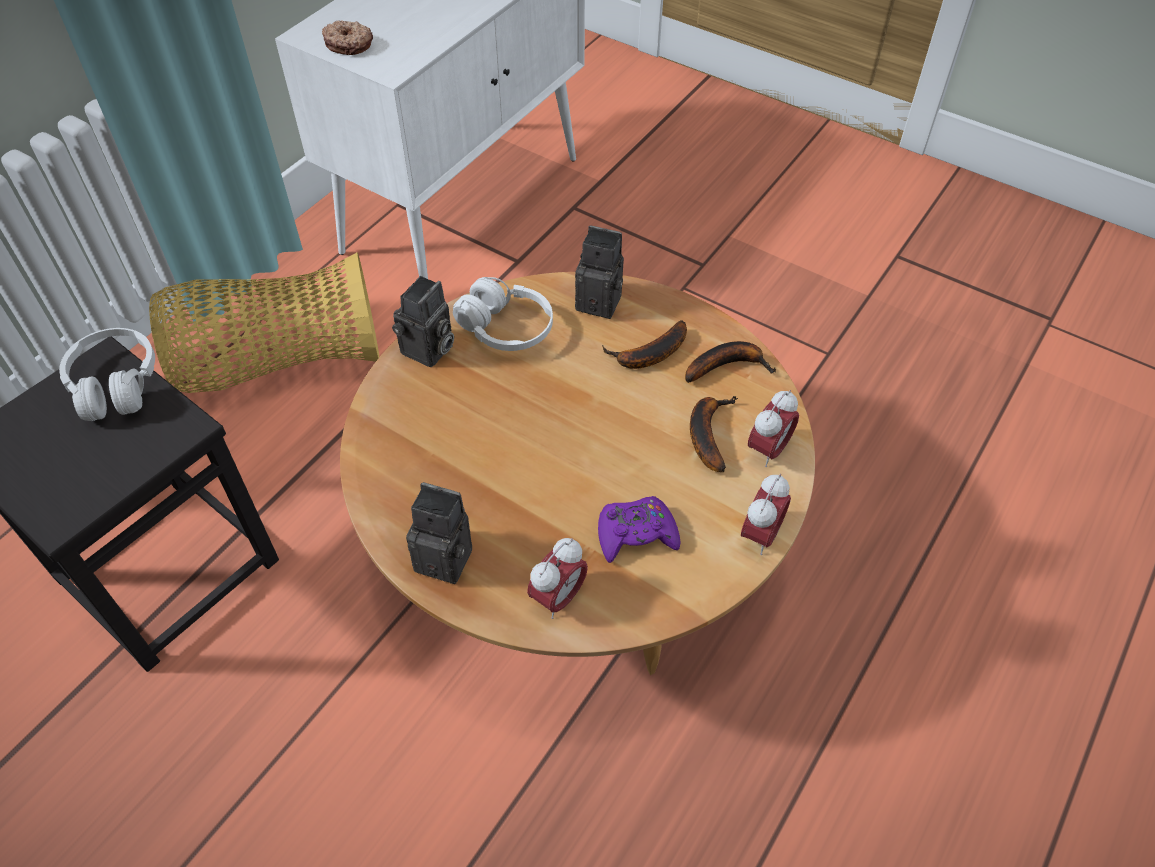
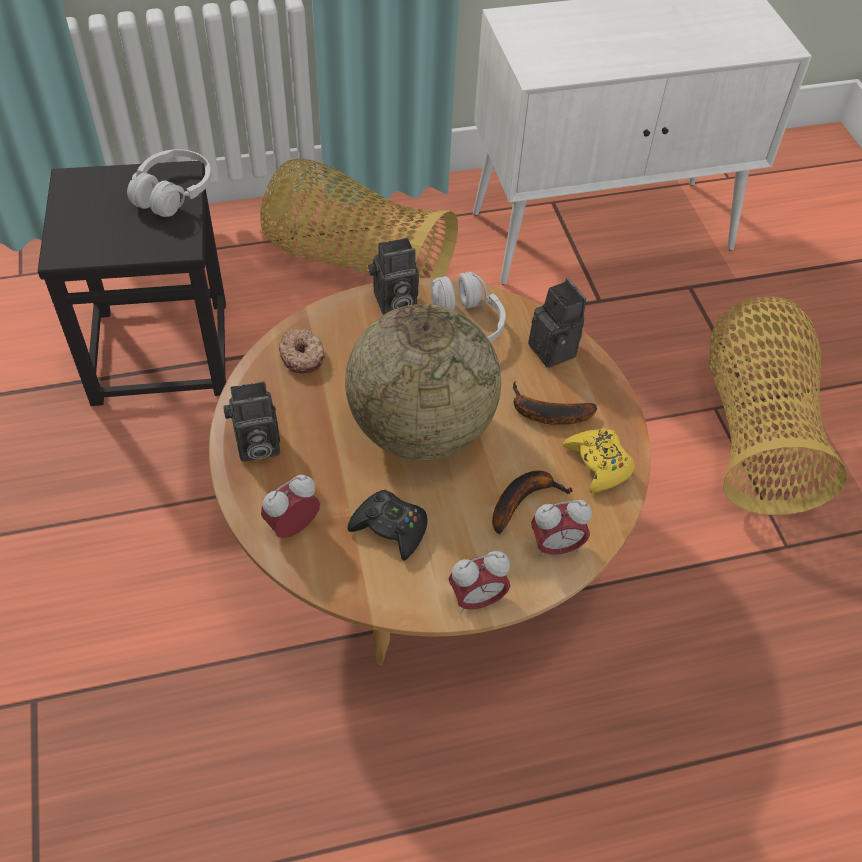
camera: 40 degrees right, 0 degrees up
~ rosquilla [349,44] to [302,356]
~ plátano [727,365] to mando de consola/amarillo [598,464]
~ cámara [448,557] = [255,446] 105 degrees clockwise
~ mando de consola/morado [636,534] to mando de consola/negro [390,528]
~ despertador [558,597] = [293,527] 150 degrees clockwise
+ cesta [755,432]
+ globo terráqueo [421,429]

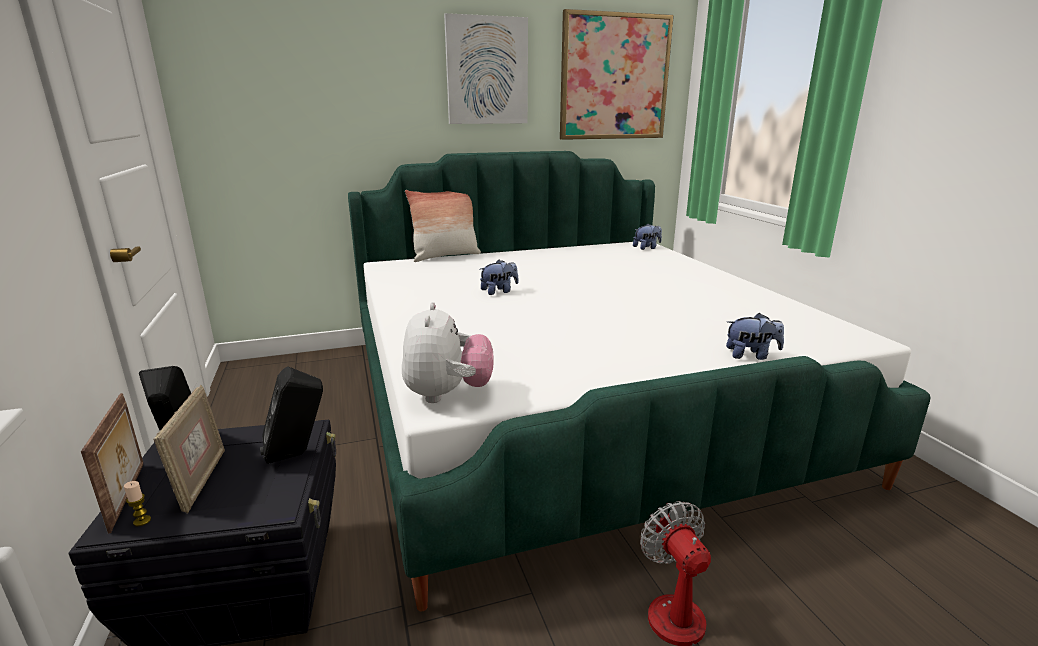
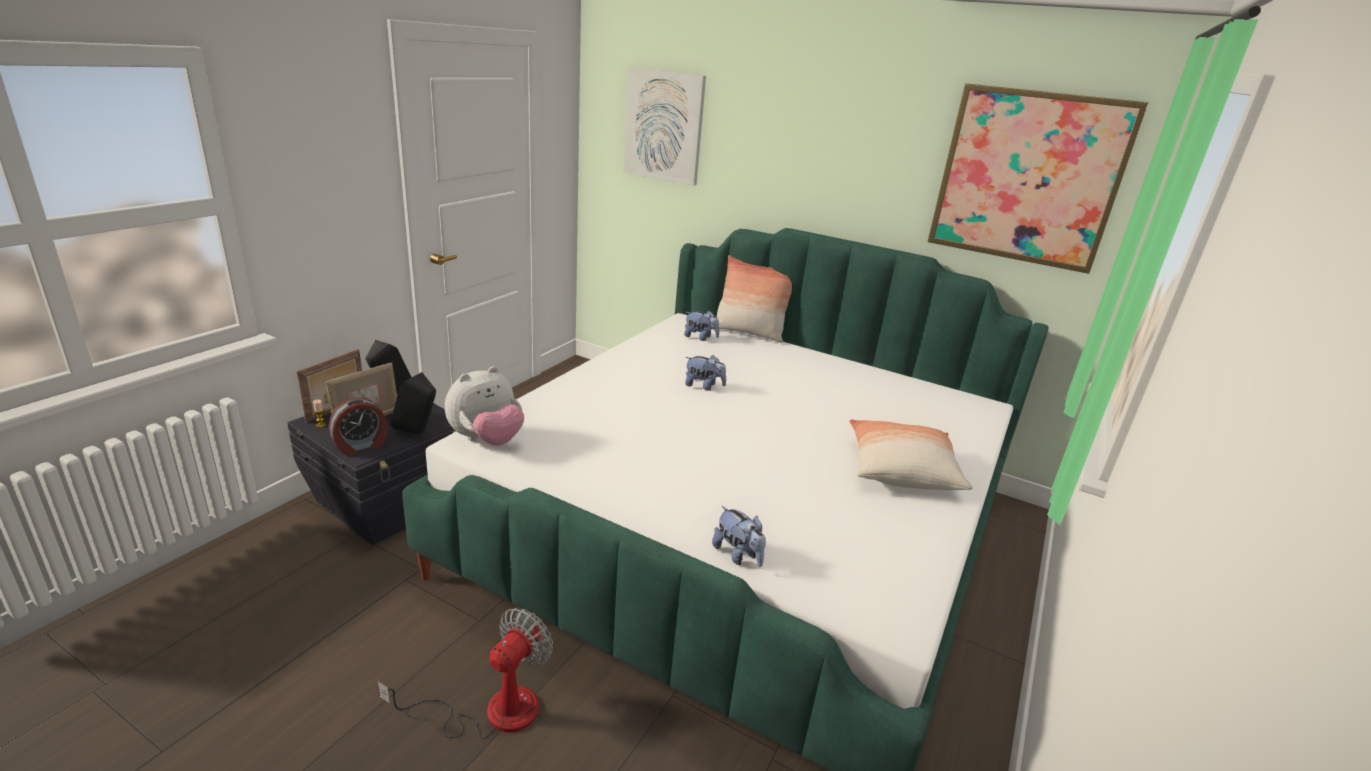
camera: 45 degrees right, 5 degrees up
~ cuadro [487,71] to [664,126]
~ peluche [647,248] to [700,338]
+ despertador [361,446]
+ cojín [900,470]

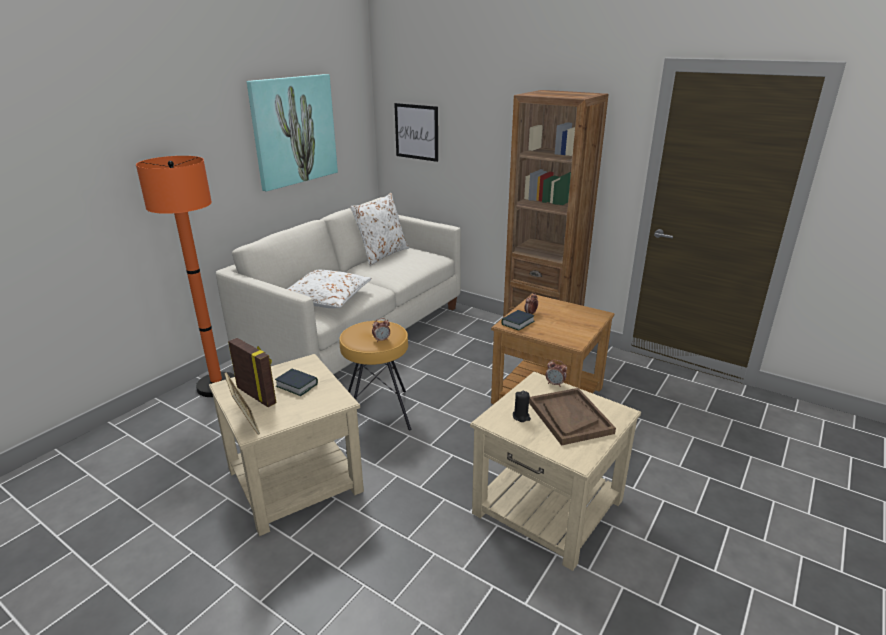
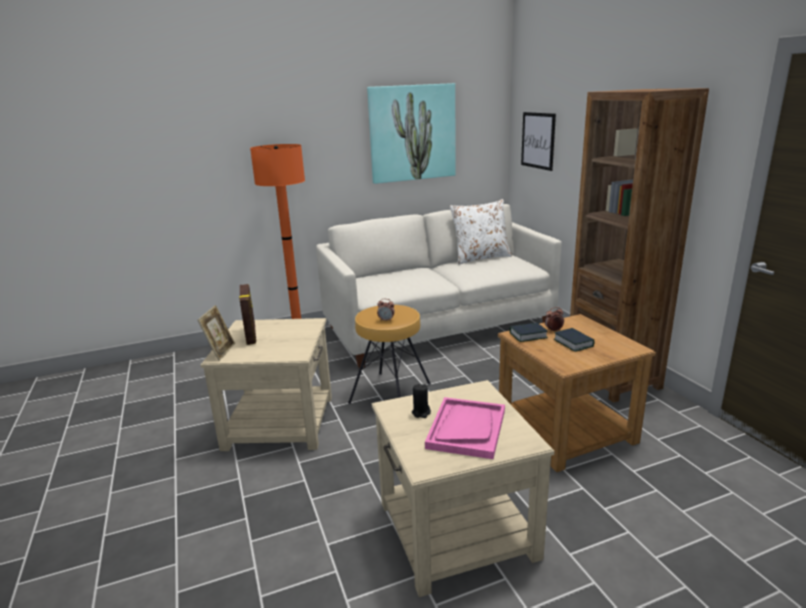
camera: 35 degrees right, 5 degrees down
- cojín/blanco [325,298]
- despertador [555,384]
~ libro [297,385] to [573,343]
~ bandeja/marrón [569,417] to bandeja/rosa [466,429]

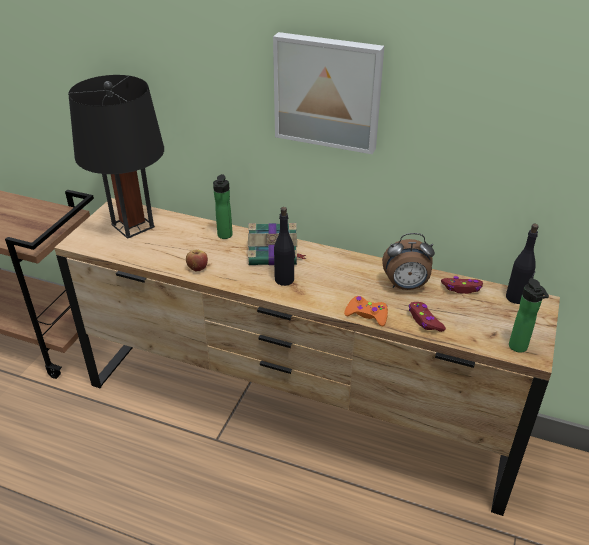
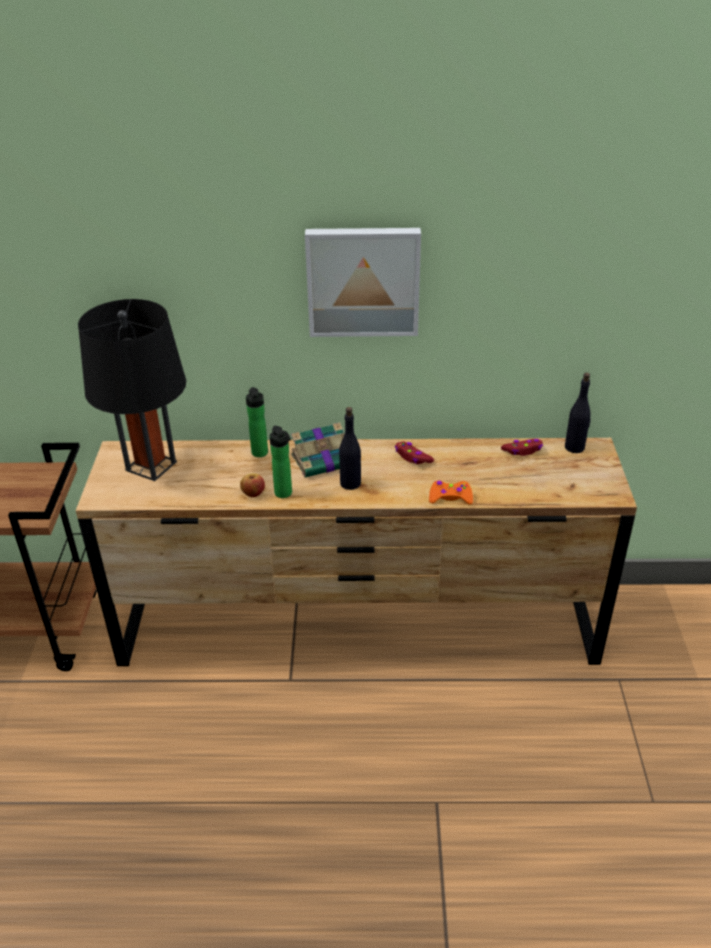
camera: 20 degrees left, 0 degrees up
- despertador [406,286]
~ botella [519,348] to [284,494]
~ mando de consola/rojo [424,321] to [412,457]

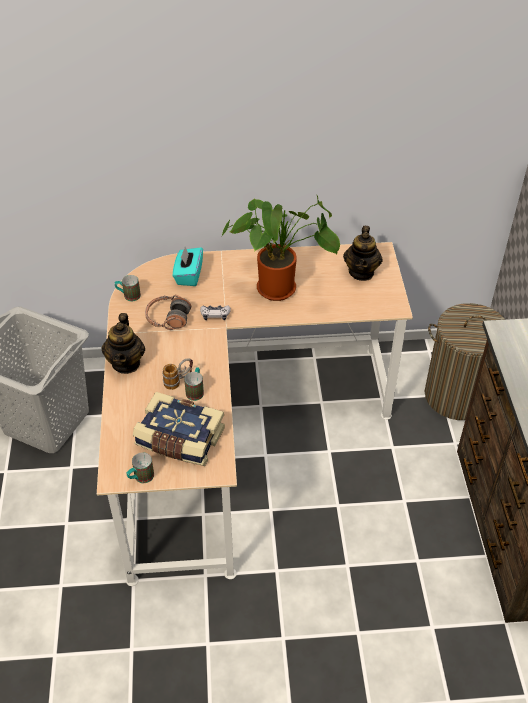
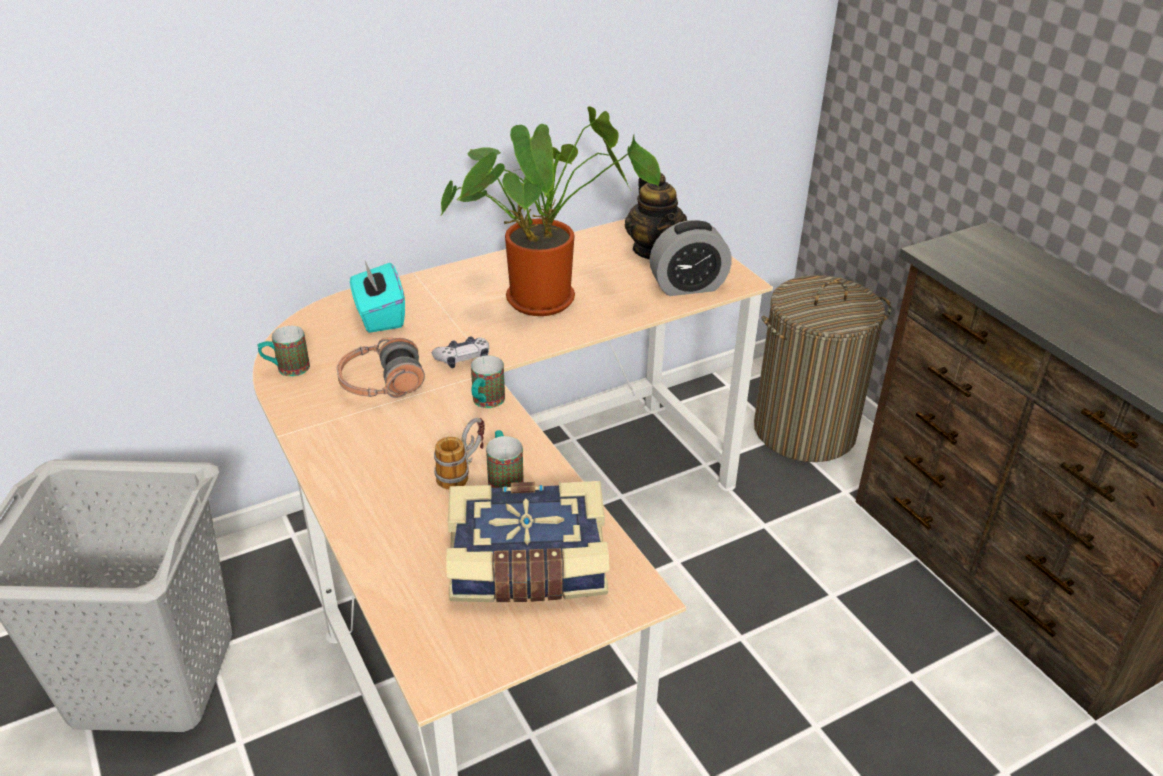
camera: 25 degrees left, 10 degrees down
- tetera [126,363]
~ taza grande [140,478] to [485,403]
+ despertador [688,286]

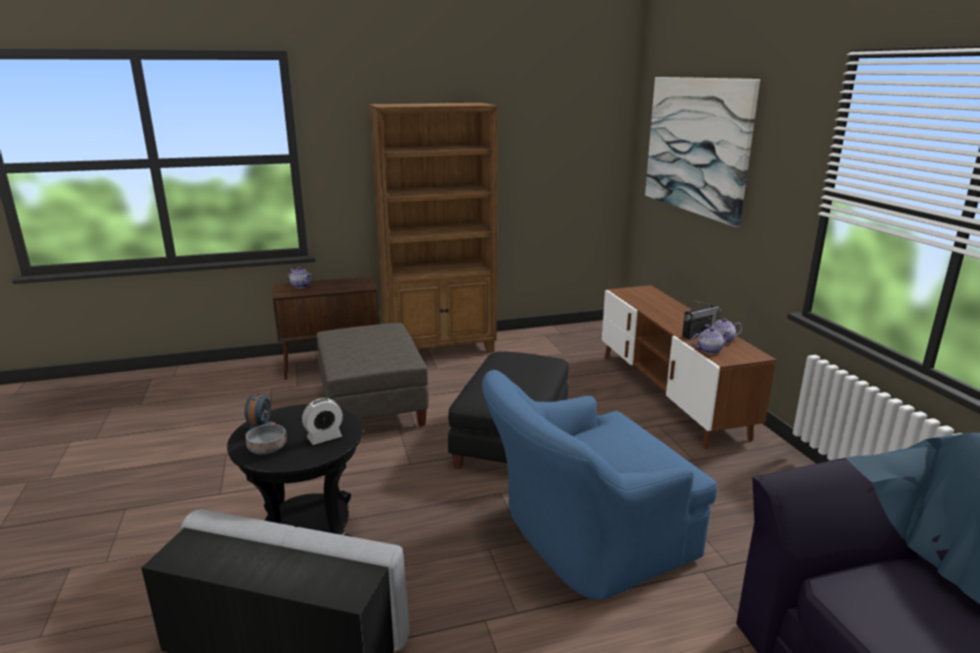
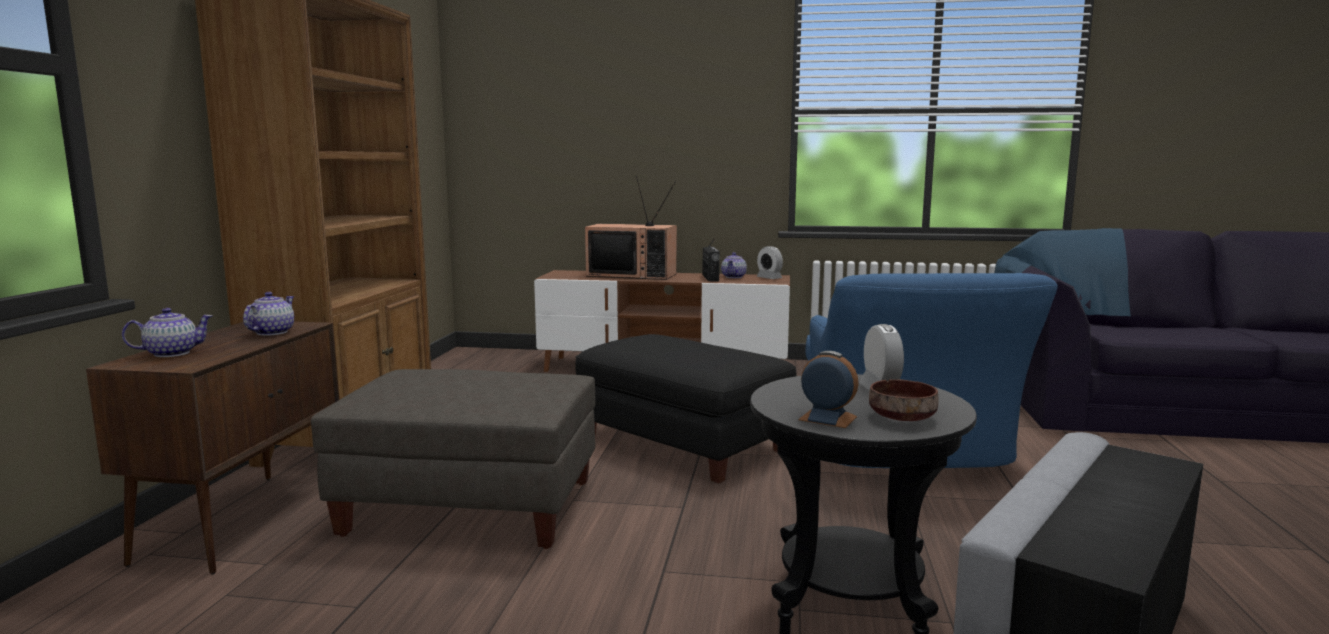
camera: 65 degrees left, 10 degrees down
- cuadro [696,145]
~ tetera [708,350] to [271,332]
~ cuenco/gris [266,449] to cuenco/marrón [902,418]
+ televisor [633,275]
+ despertador [769,278]

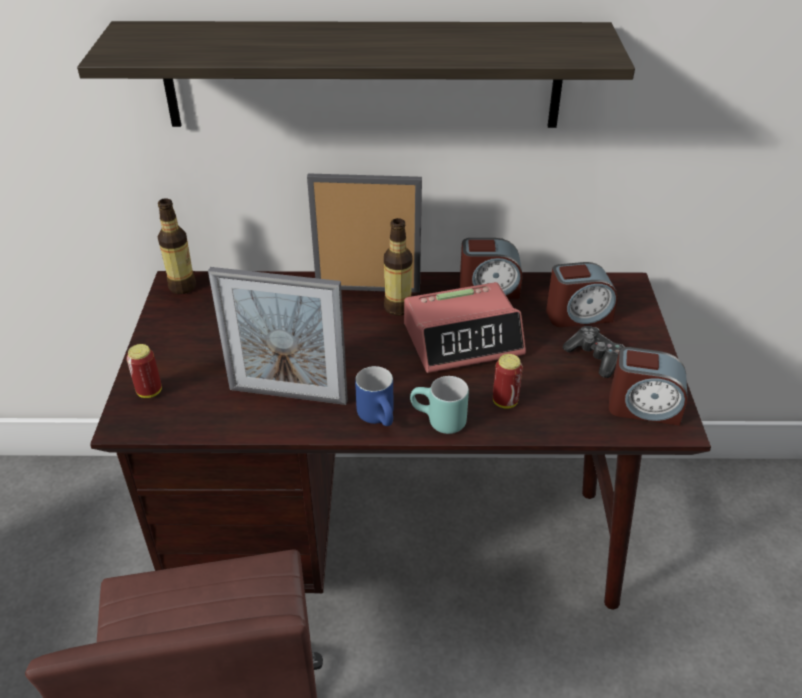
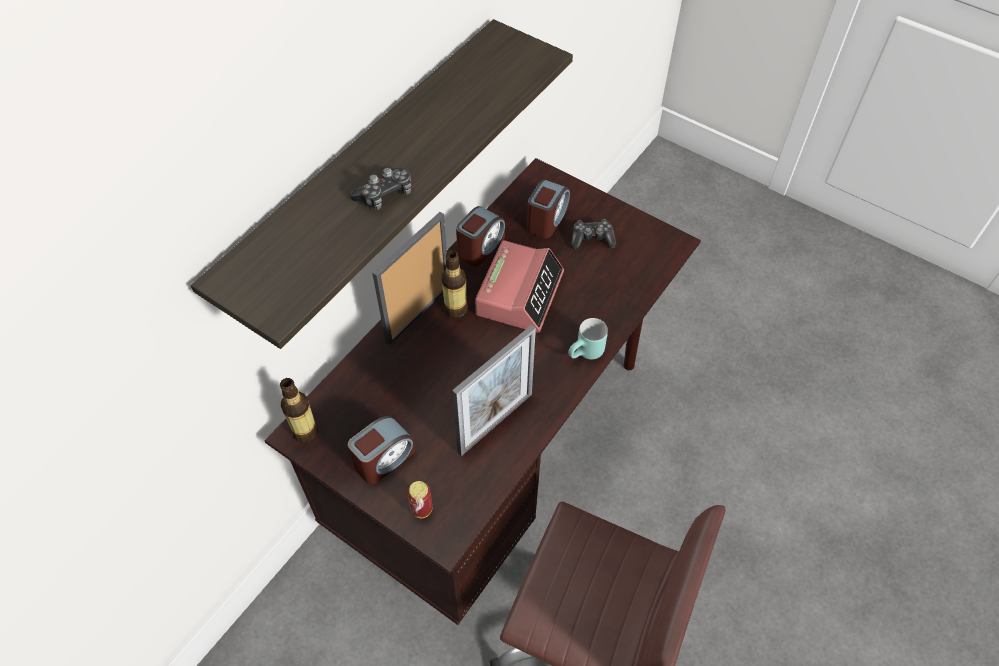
camera: 55 degrees left, 15 degrees up
~ despertador [643,407] to [384,459]
- lata [505,402]
- taza grande/azul [381,418]
+ mando de consola [385,194]

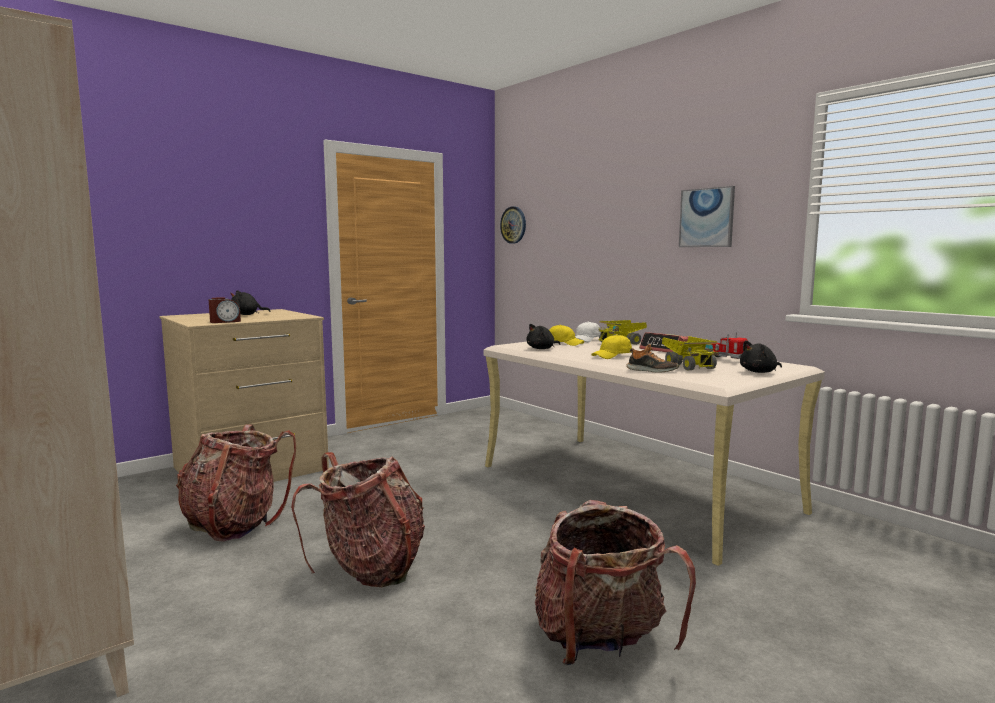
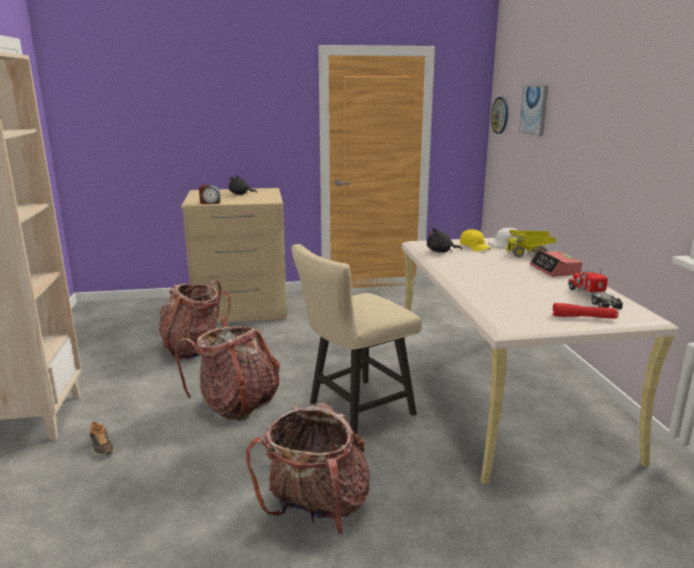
camera: 30 degrees right, 10 degrees up
~ cuadro [706,217] to [534,110]
- gorra/amarillo [612,356]
- camión de juguete [689,366]
~ peluche/negro [760,372] to linterna/rojo [584,317]
~ zapato [651,371] to [101,447]
+ silla/beis [354,410]

